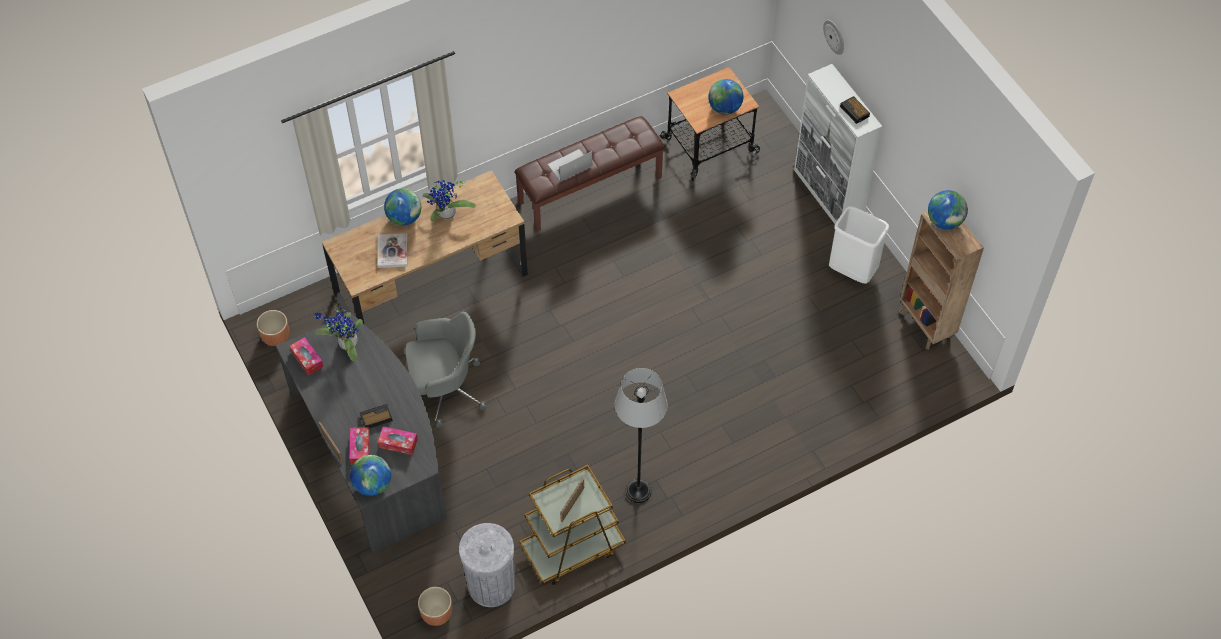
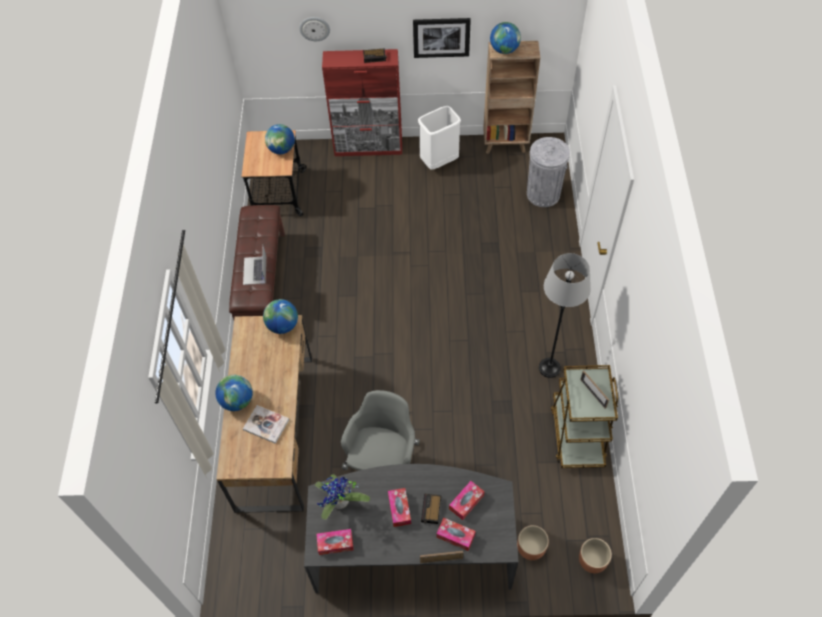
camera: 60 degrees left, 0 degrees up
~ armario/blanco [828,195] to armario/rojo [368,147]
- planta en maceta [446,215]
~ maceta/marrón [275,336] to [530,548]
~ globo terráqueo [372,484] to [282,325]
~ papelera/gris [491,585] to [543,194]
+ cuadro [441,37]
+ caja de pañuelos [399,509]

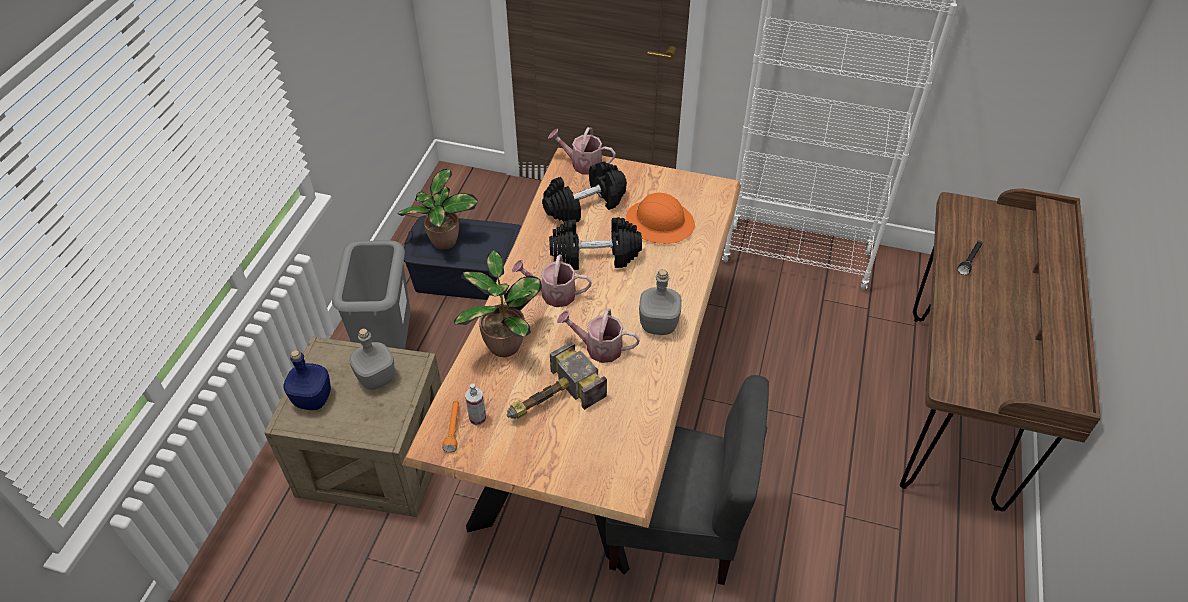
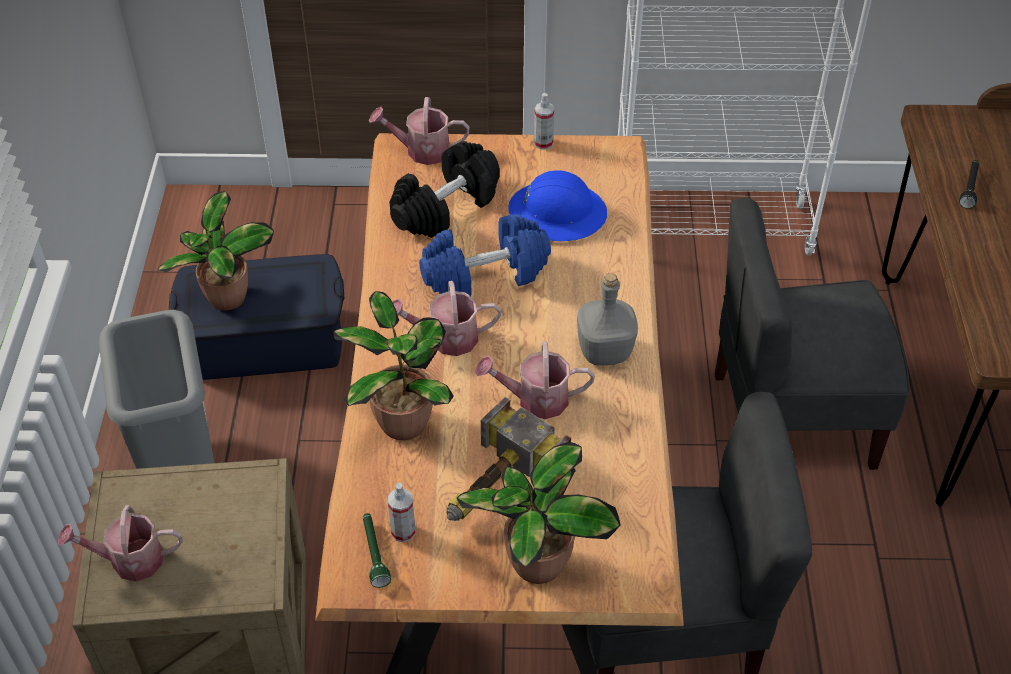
camera: 15 degrees left, 0 degrees up
~ casco/naranja [660,223] to casco/azul [557,213]
~ mancuerna/negro [595,255] to mancuerna/azul [485,274]
- botella/gris [377,378]
~ botella/azul [313,398] to regadera [129,560]
~ linterna/naranja [453,428] to linterna/verde [374,553]
+ pulverizador [543,143]
+ silla/gris [791,418]
+ planta en maceta [535,565]

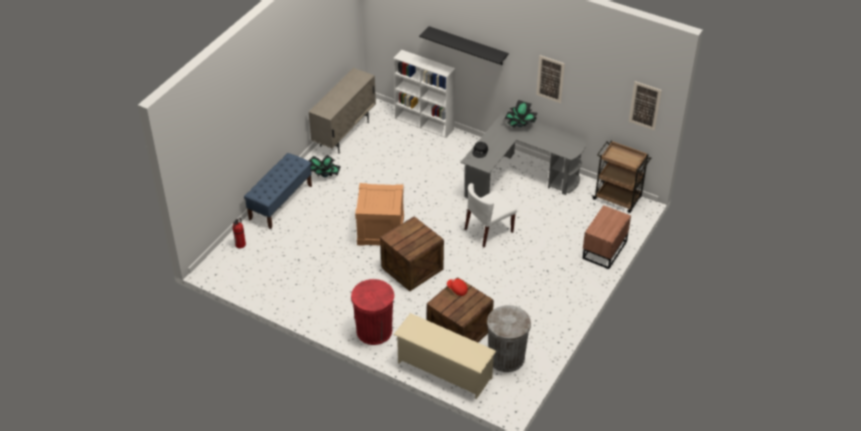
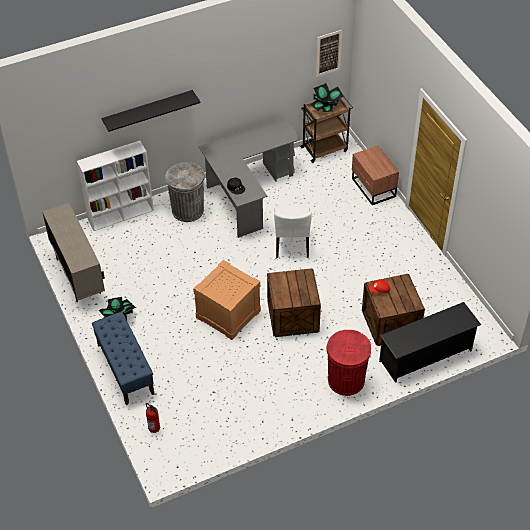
camera: 55 degrees left, 5 degrees up
- cuadro [550,79]
~ planta en maceta [520,125] to [326,108]
~ papelera/gris [506,357] to [188,210]
~ zapatero/beis [444,370] to zapatero/negro [426,356]

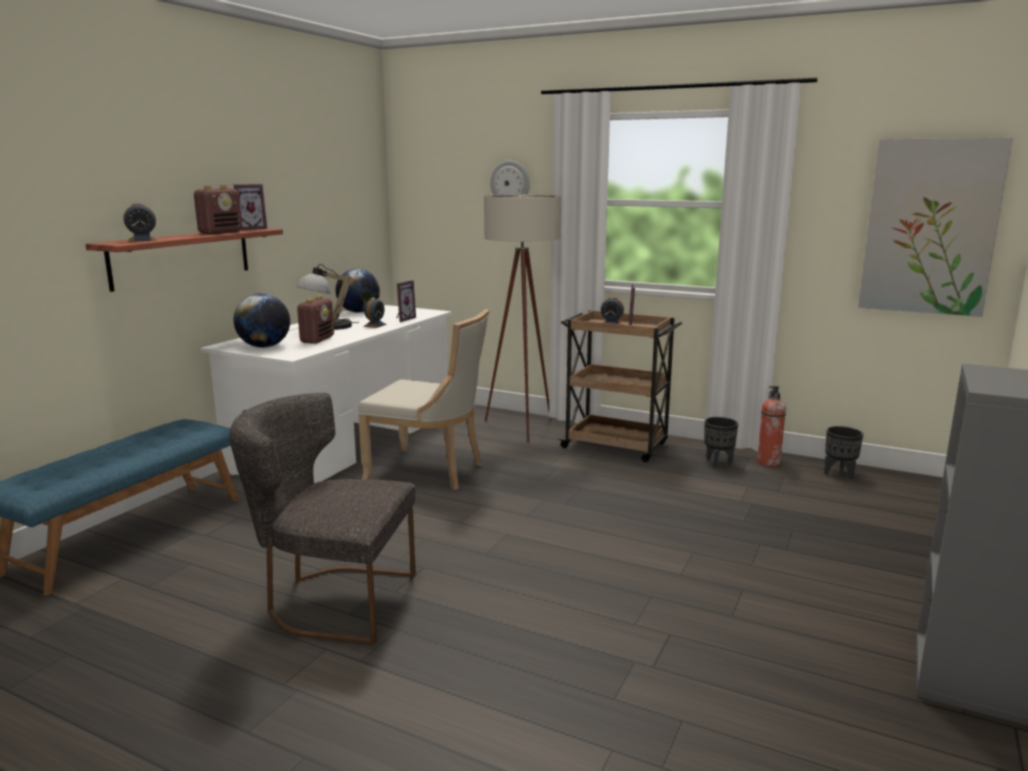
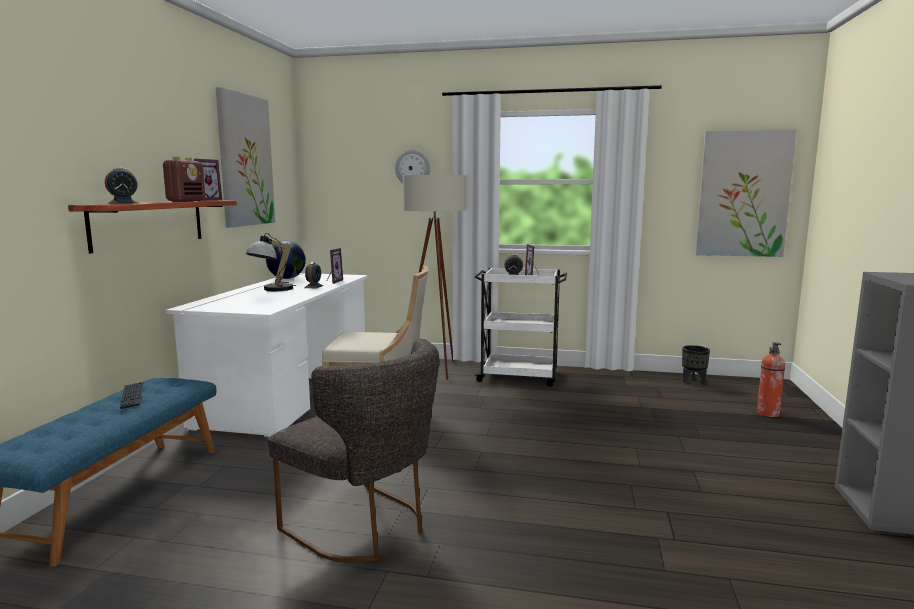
camera: 15 degrees left, 5 degrees down
- globo terráqueo [264,347]
- radio [317,340]
~ carrito/marrón [616,446] to carrito/blanco [519,377]
~ extintor [768,462] to [768,413]
~ silla/gris [332,601] = [365,527] 135 degrees counterclockwise
- maceta/negro [718,463]
+ cuadro [245,160]
+ teclado [132,396]

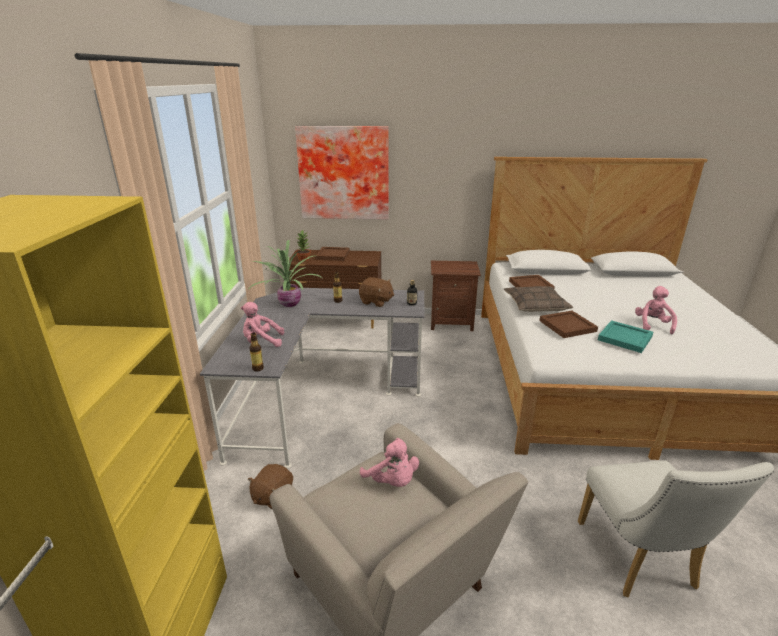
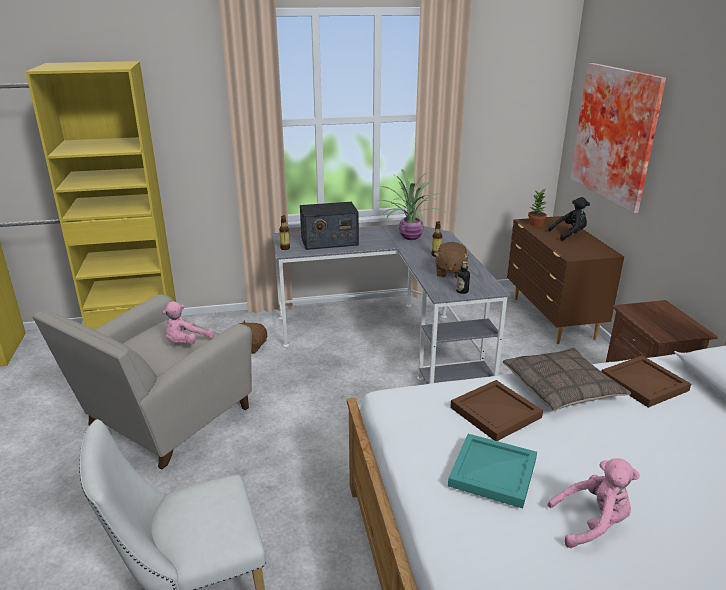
camera: 75 degrees right, 0 degrees up
~ bandeja/marrón [333,255] to peluche/negro [569,234]
~ peluche/rosa [262,342] to radio [329,241]

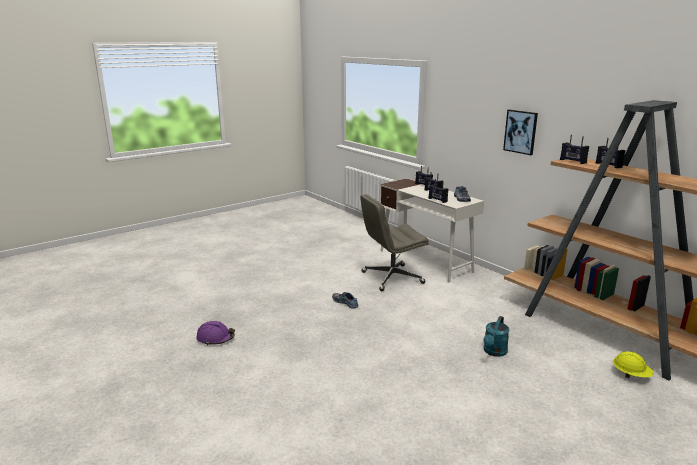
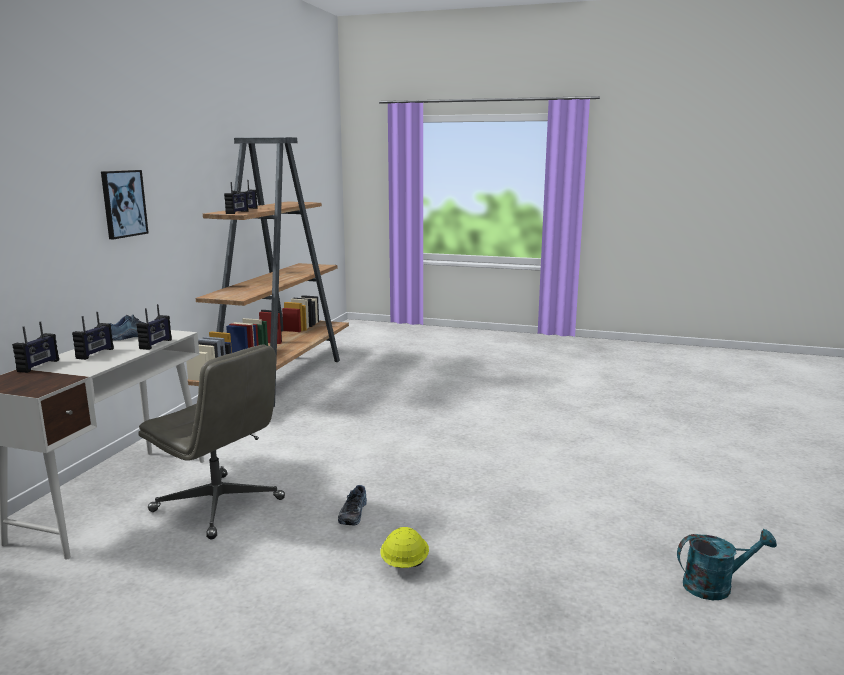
camera: 125 degrees left, 5 degrees down
~ regadera/turquesa [494,352] to [715,586]
- casco/morado [215,338]
~ casco/amarillo [631,375] to [404,563]

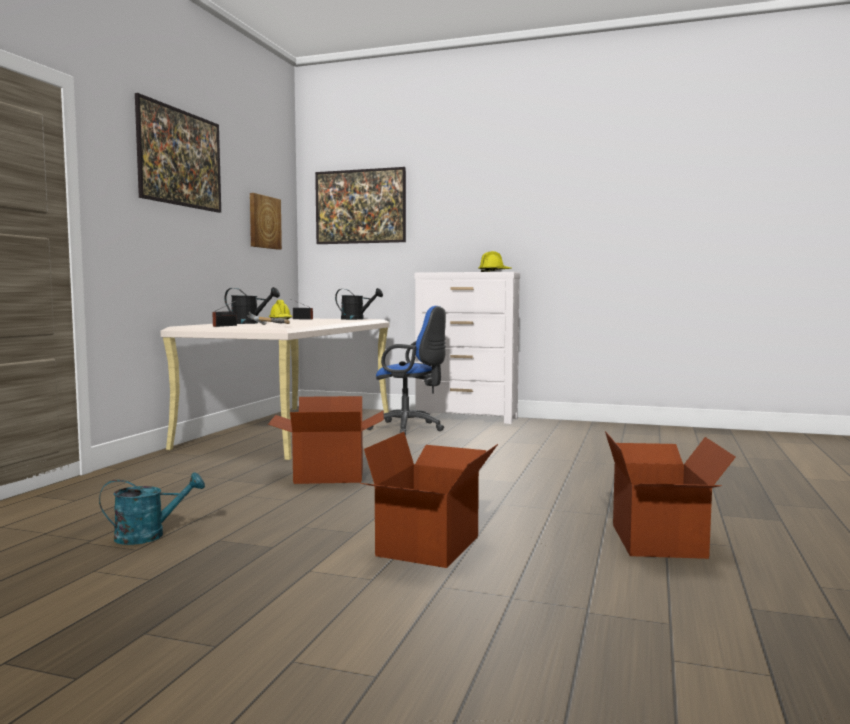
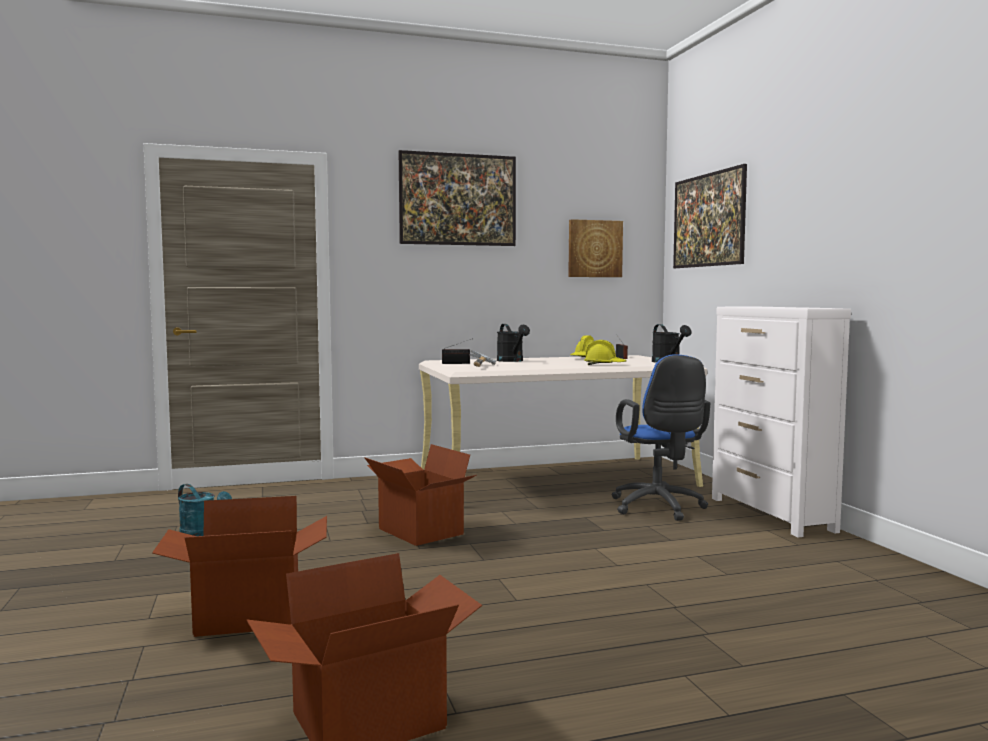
camera: 55 degrees right, 0 degrees up
~ casco/amarillo [494,272] to [604,365]

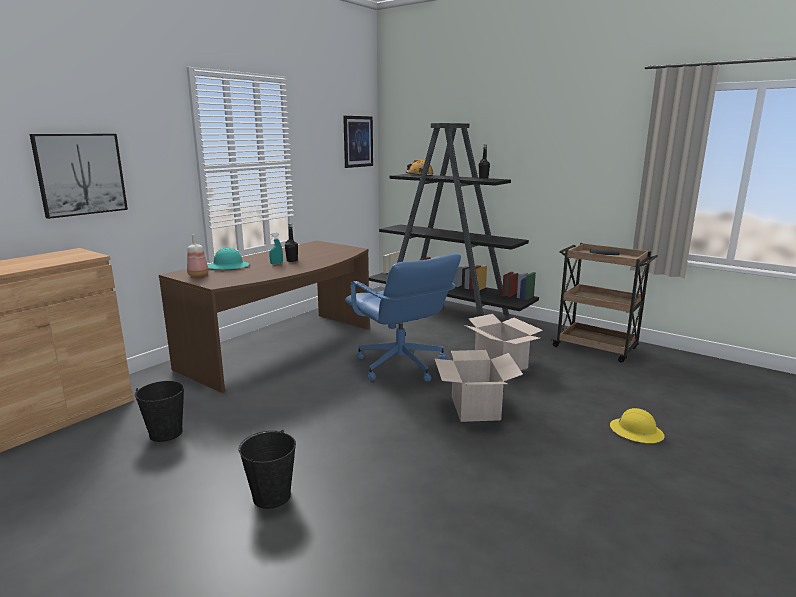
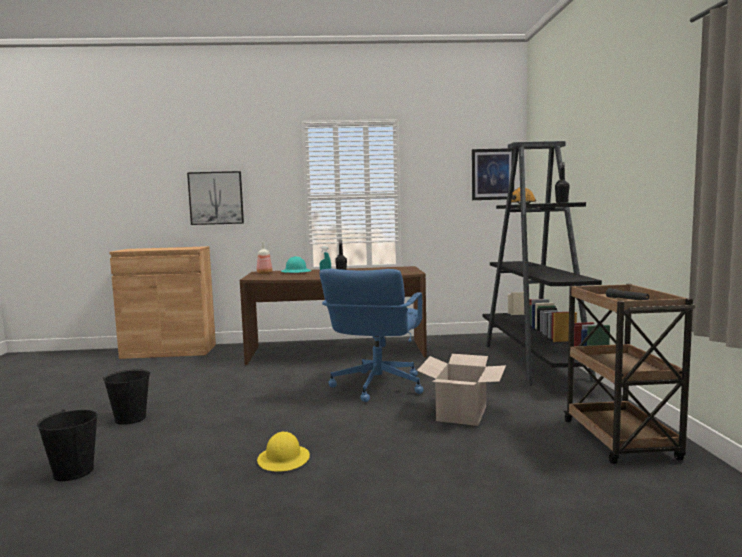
camera: 50 degrees right, 10 degrees down
- caja de cartón [476,408]
~ cubo/negro [166,433] to [74,472]
~ casco/amarillo [636,431] to [284,459]

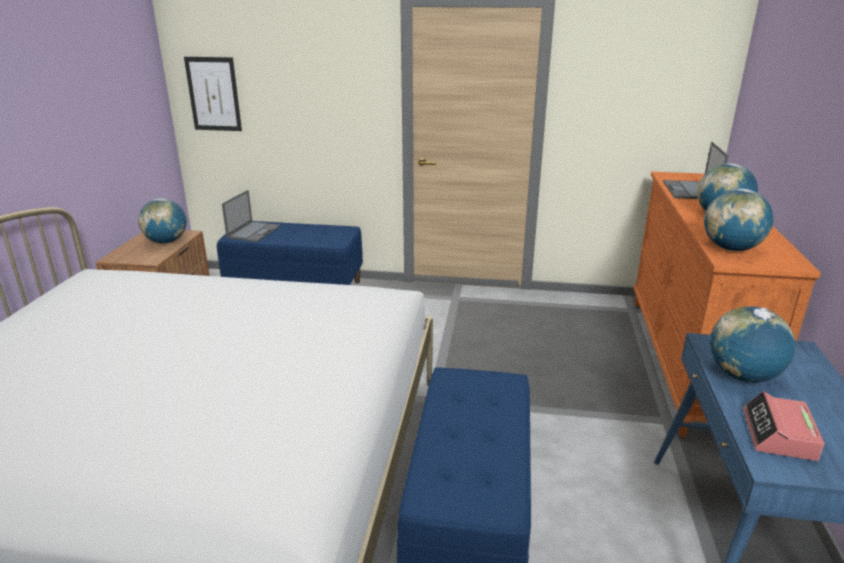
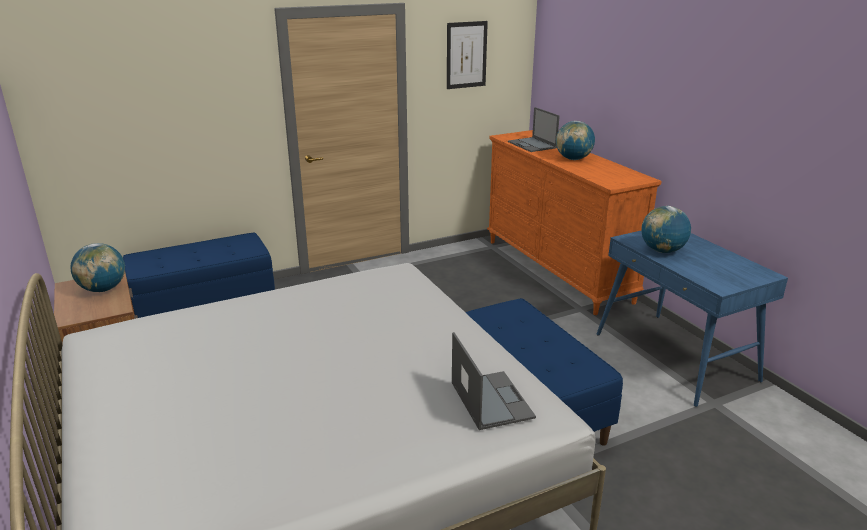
camera: 35 degrees left, 0 degrees up
~ cuadro [213,94] to [466,55]
- globo terráqueo [731,249]
~ portátil [254,231] to [490,399]
- despertador [779,435]

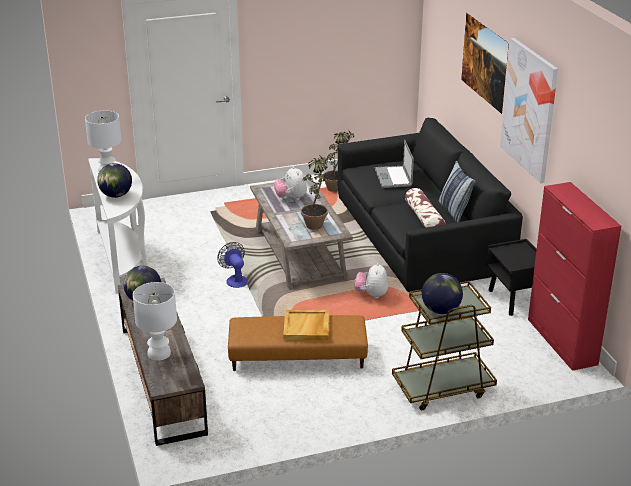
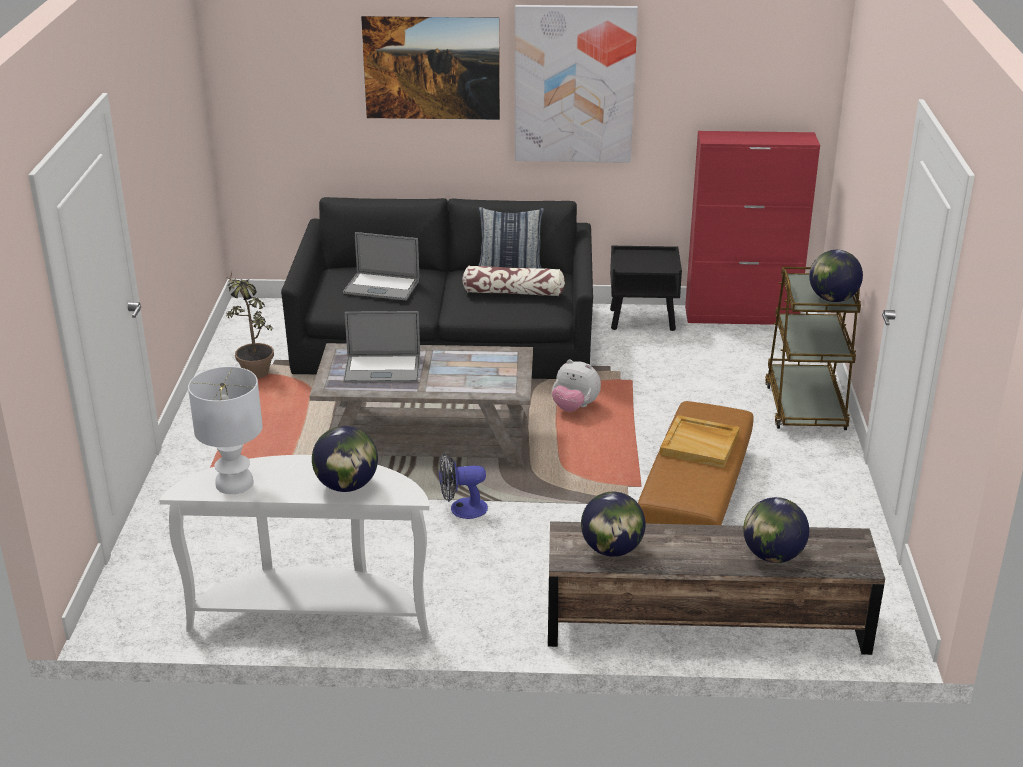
camera: 70 degrees left, 0 degrees up
- planta en maceta [316,223]
~ peluche [291,198] to portátil [382,369]
~ lámpara de mesa/blanco [159,353] to globo terráqueo [772,556]

